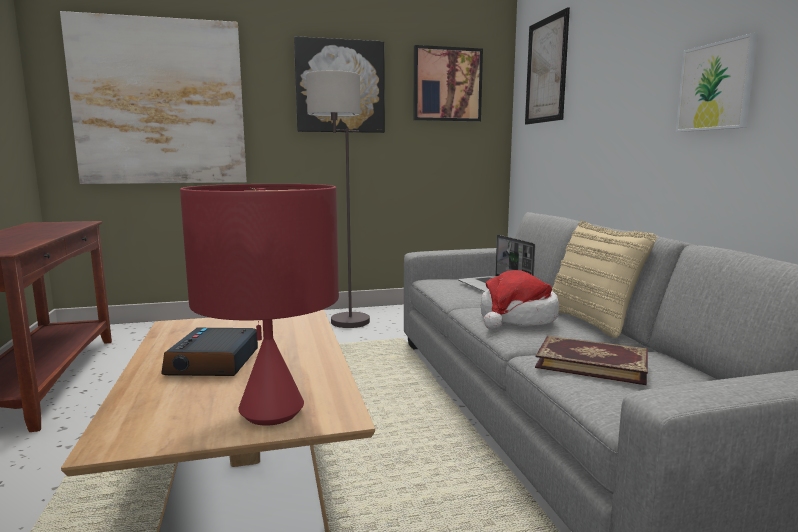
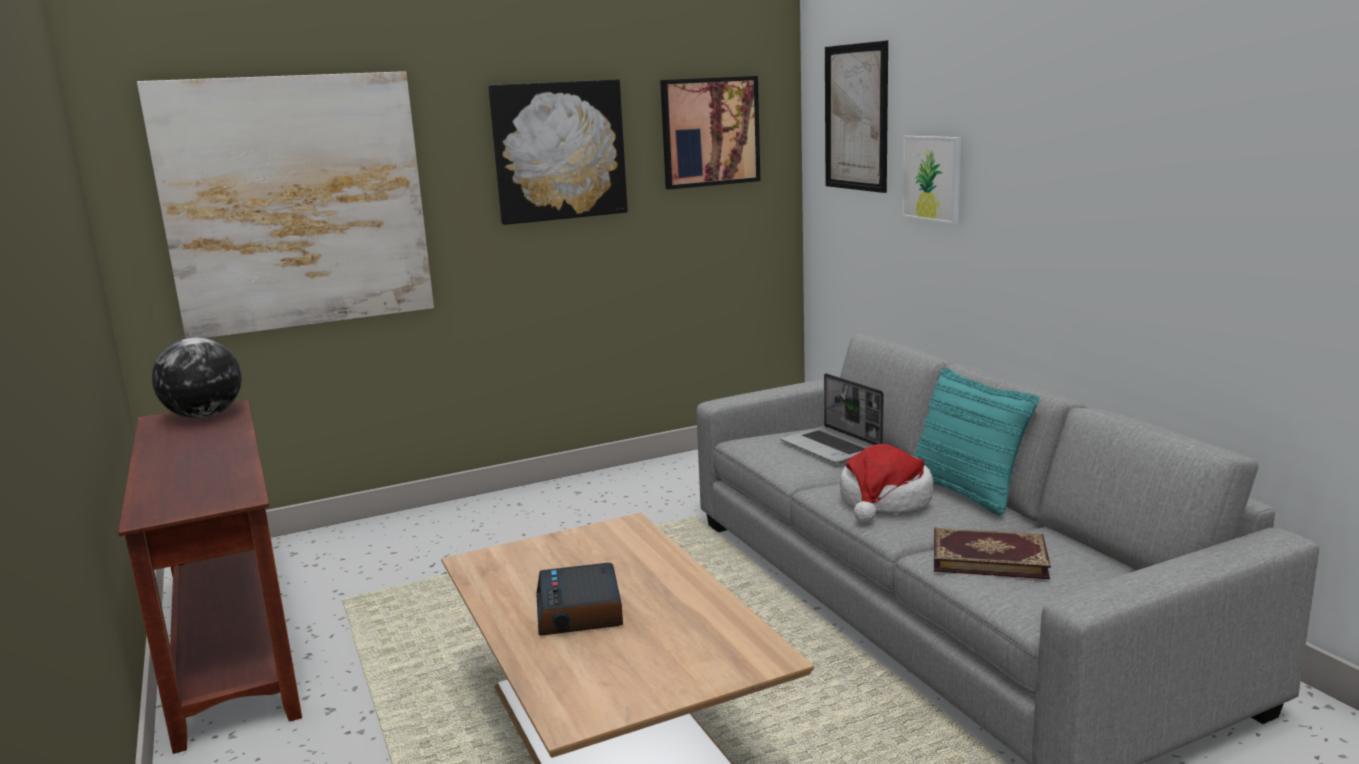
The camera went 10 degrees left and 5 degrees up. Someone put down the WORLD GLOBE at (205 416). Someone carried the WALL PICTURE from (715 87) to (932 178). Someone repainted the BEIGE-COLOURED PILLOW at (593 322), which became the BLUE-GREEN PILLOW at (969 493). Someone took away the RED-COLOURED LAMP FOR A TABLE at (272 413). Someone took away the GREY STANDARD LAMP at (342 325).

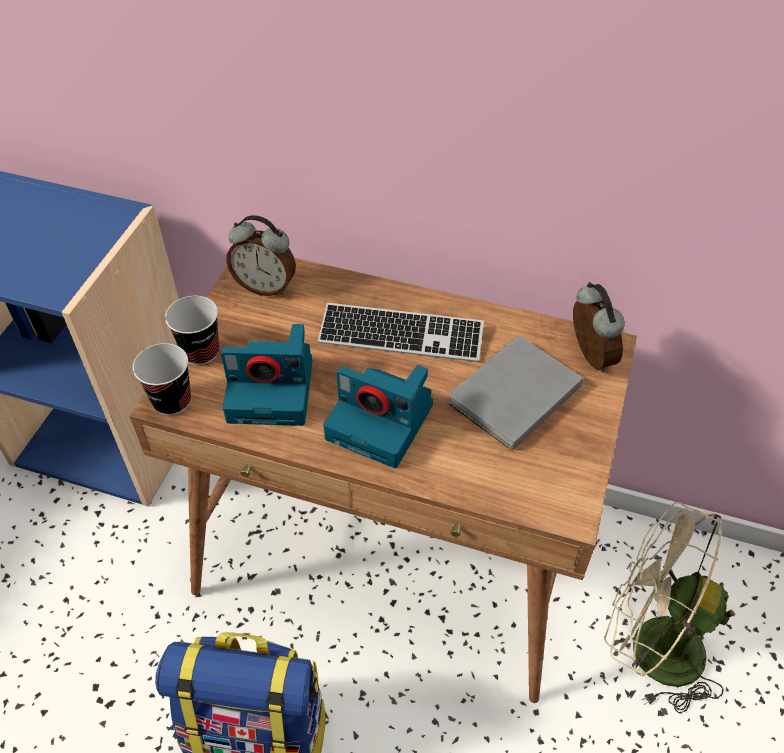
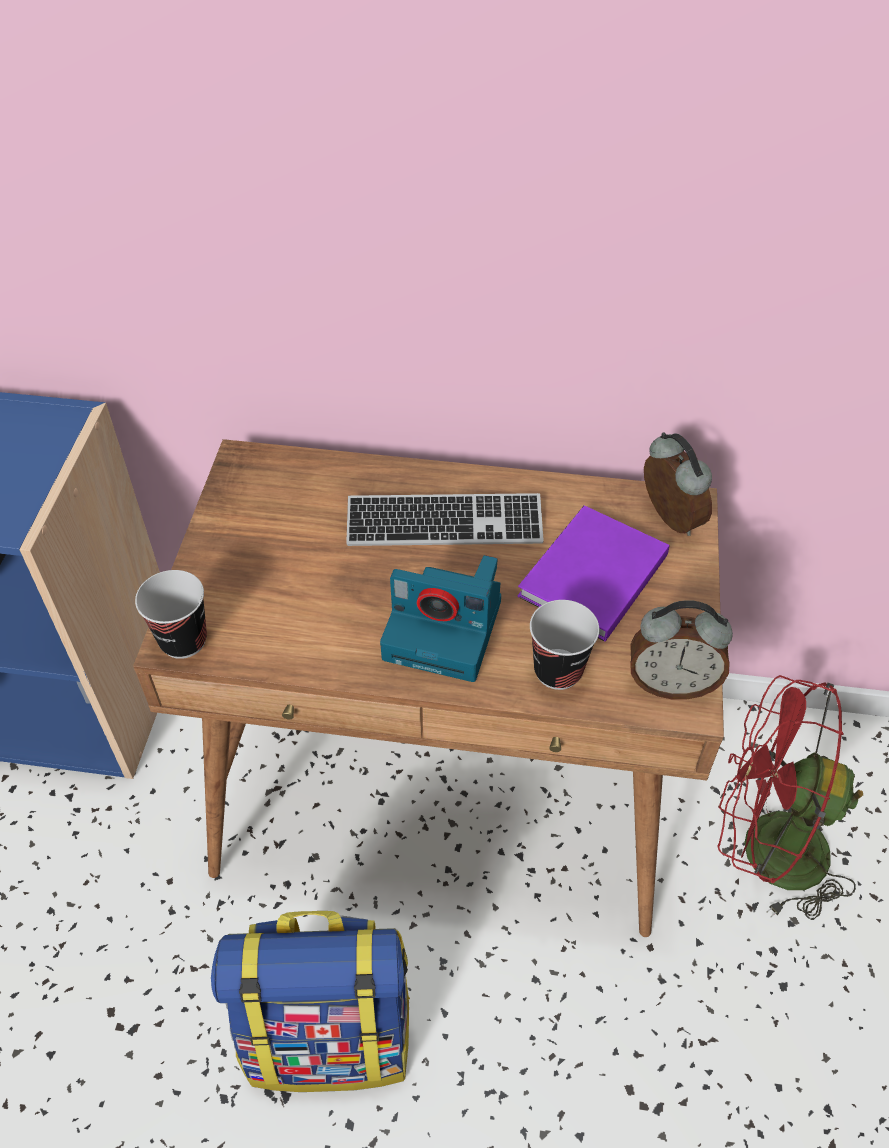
The camera went 10 degrees left and 0 degrees up. Someone repainted the GREY BOUND BOOK at (511 395), which became the PURPLE BOUND BOOK at (589 577). Someone carried the DRINKING CUP from (201 352) to (558 671). Someone carried the ALARM CLOCK from (265 286) to (671 683). Someone repainted the BEIGE-COLOURED FAN at (650 647), which became the RED-COLOURED FAN at (764 850). Someone took away the STILL CAMERA at (273 390).

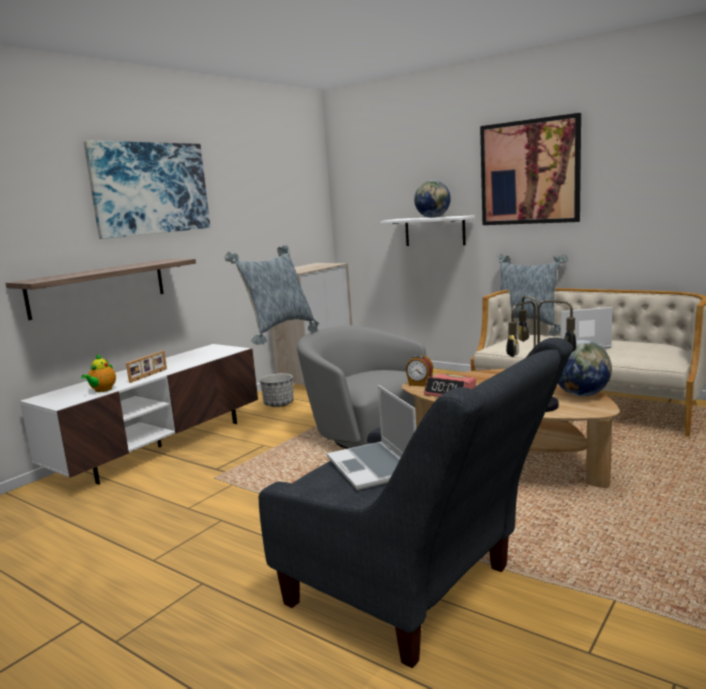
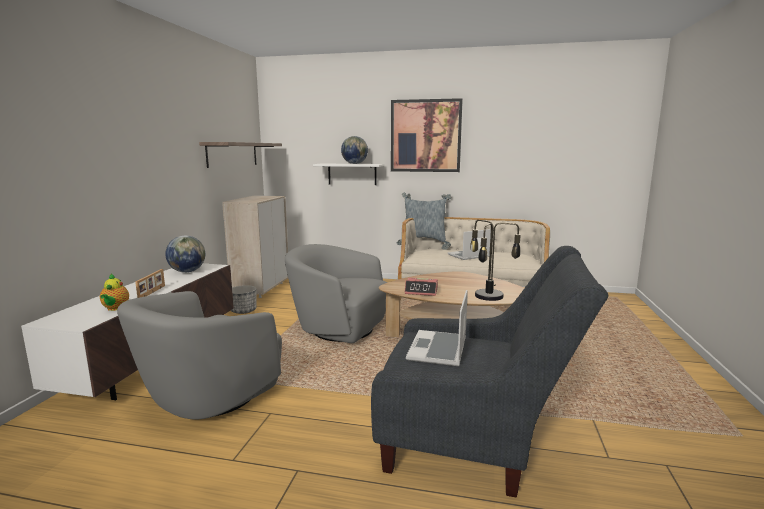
The camera went 25 degrees left and 0 degrees up. Someone put down the GREY ARMCHAIR at (208 398). Someone carried the WORLD GLOBE from (581 395) to (187 271). Someone carried the BRACKET SHELF from (98 287) to (232 154). Someone rotated the LAPTOP at (373 467) by 60 degrees clockwise. Someone took away the WALL PICTURE at (150 188). Someone took away the PILLOW at (277 338). Someone took away the ALARM CLOCK at (420 384).

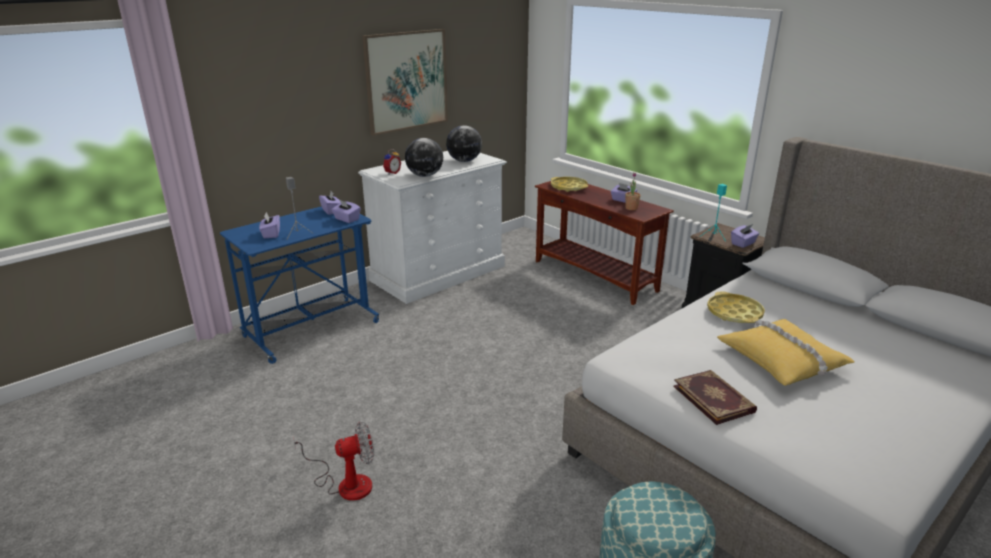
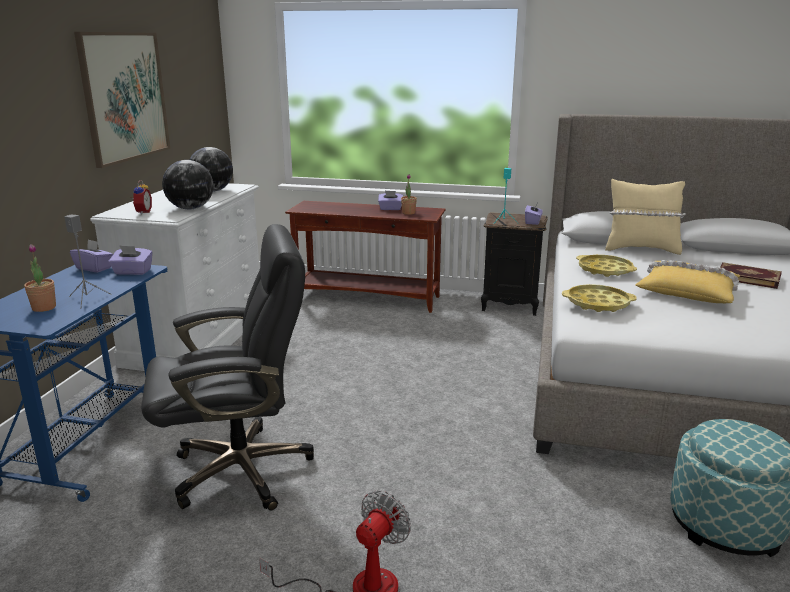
The camera went 35 degrees left and 5 degrees down. Someone swapped the PURPLE TISSUE HOLDER at (271 234) for the POTTED PLANT at (44 308). Someone put down the BLACK-COLOURED COMPUTER CHAIR at (238 471). Someone carried the YELLOW SERVING TRAY from (568 187) to (597 303). Someone put down the BEIGE-COLOURED PILLOW at (641 249). Someone carried the BOUND BOOK from (714 398) to (748 277).

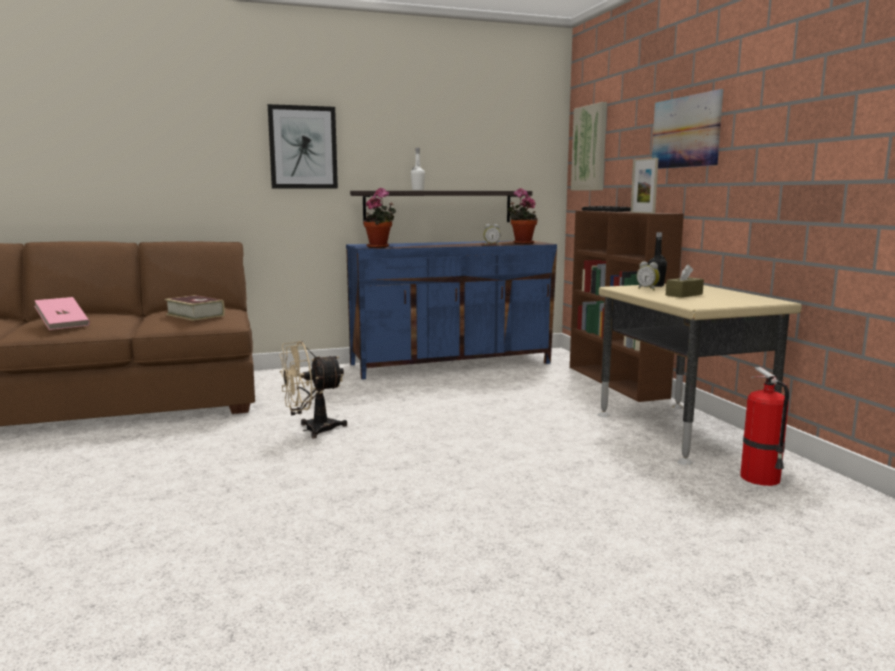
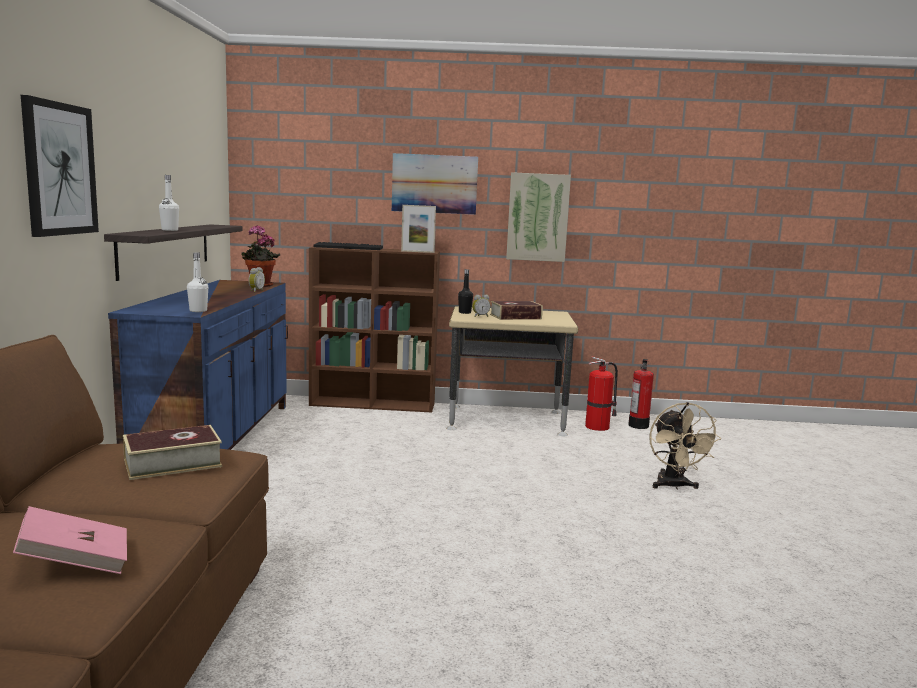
The camera went 70 degrees left and 0 degrees up. Someone swapped the POTTED PLANT at (380 247) for the WHITE DRINK BOTTLE at (198 311). Someone swapped the BROWN TISSUE HOLDER at (684 295) for the BOUND BOOK at (515 317). Someone carried the WALL PICTURE from (590 148) to (537 217). Someone put down the FIRE EXTINGUISHER at (638 425). Someone carried the BEIGE-COLOURED FAN from (312 430) to (674 486).

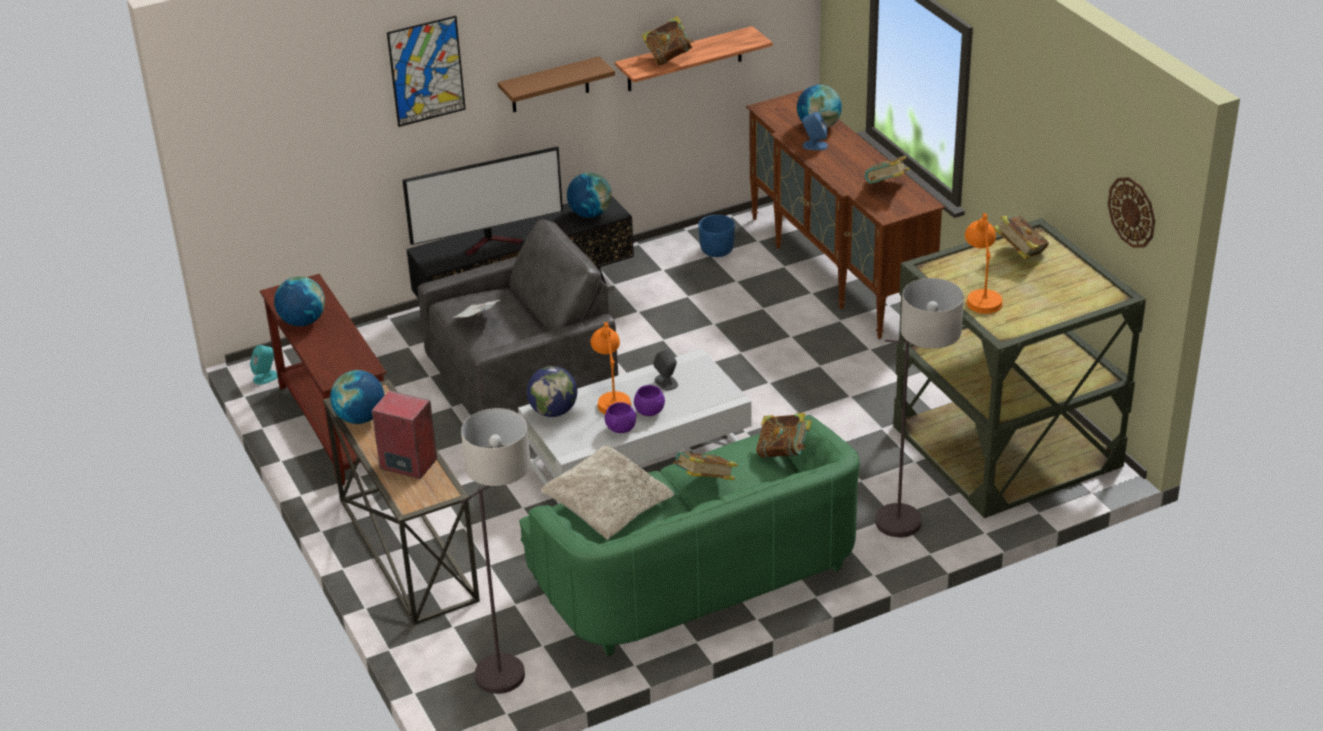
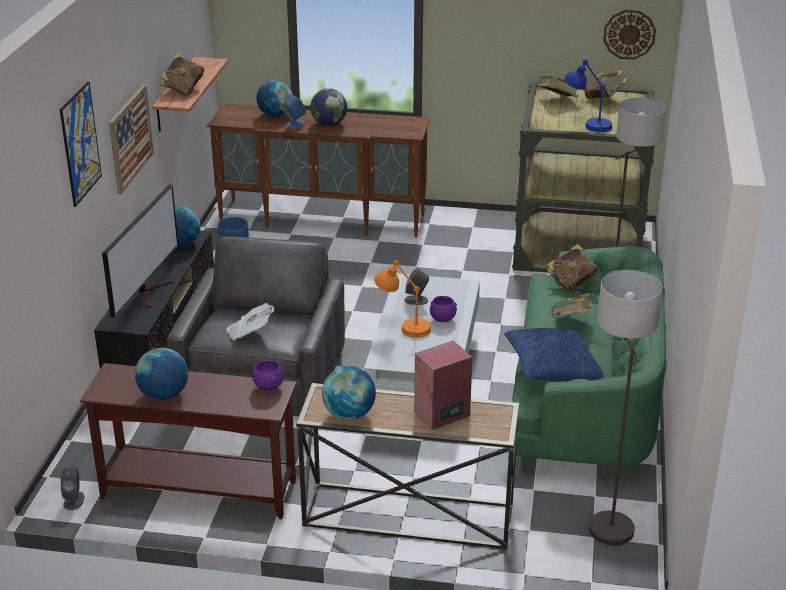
The camera went 55 degrees left and 5 degrees down. Someone repainted the BLUE-GREEN AUDIO SPEAKER at (266 377), which became the GREY AUDIO SPEAKER at (74 500). Someone swapped the BROWN BRACKET SHELF at (550 85) for the WALL PICTURE at (130 138). Someone carried the PURPLE SERVING BOWL from (620 430) to (269 387). Someone carried the WORLD GLOBE from (553 411) to (329 124). Someone repainted the BEIGE-COLOURED PILLOW at (608 505), which became the BLUISH PILLOW at (552 367). Someone repainted the ORANGE-COLOURED LAMP FOR A TABLE at (981 294), which became the BLUISH LAMP FOR A TABLE at (587 124). Someone carried the BOUND BOOK from (886 186) to (604 99).

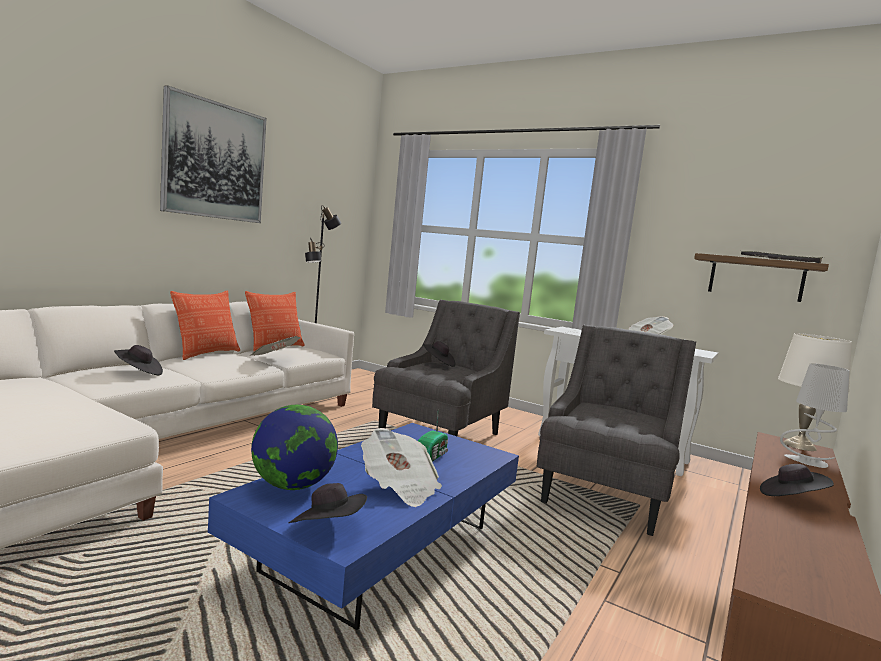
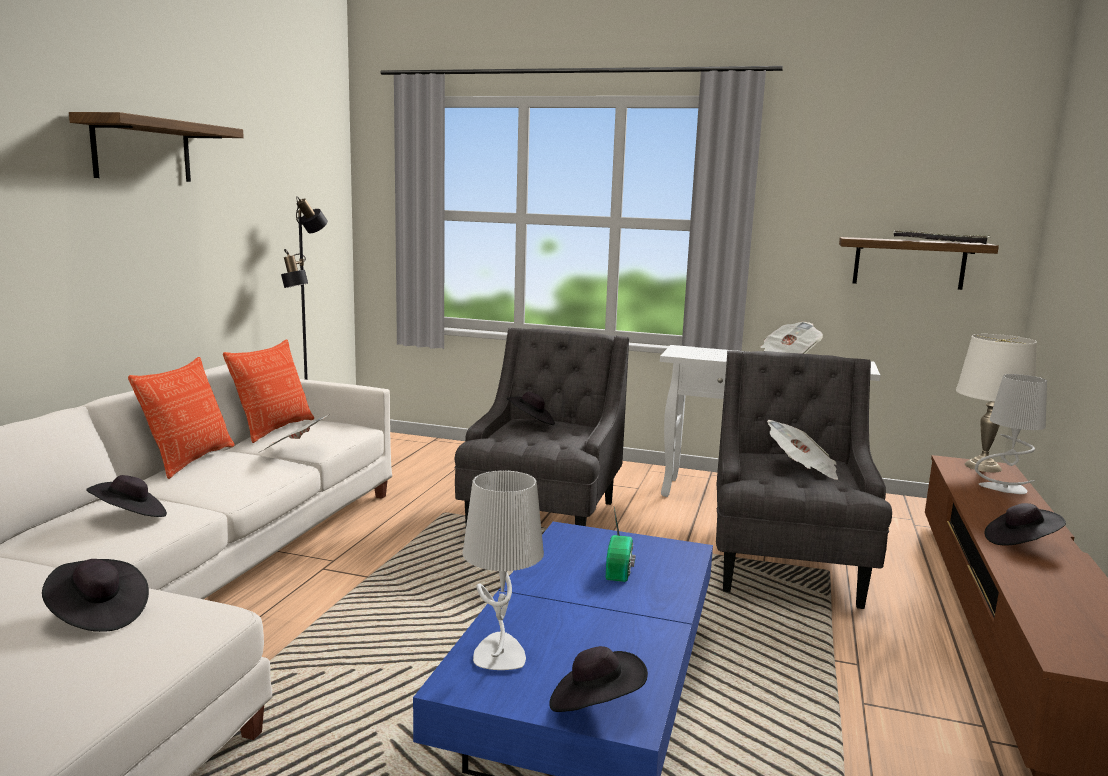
The camera went 15 degrees left and 5 degrees up. Someone put down the BLACK-COLOURED HAT at (97 615). Someone swapped the WALL PICTURE at (215 161) for the BRACKET SHELF at (142 150). Someone swapped the WORLD GLOBE at (292 486) for the GREY LAMP FOR A TABLE at (498 654). Someone carried the PRINTED PAPER from (399 487) to (802 469).

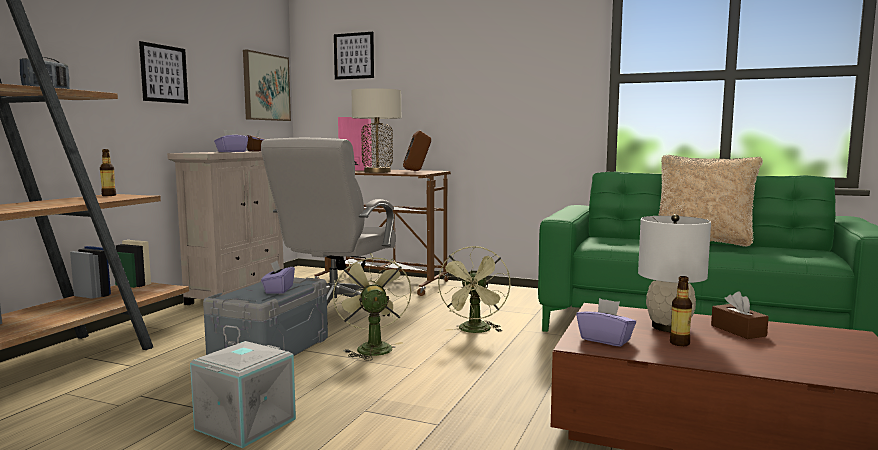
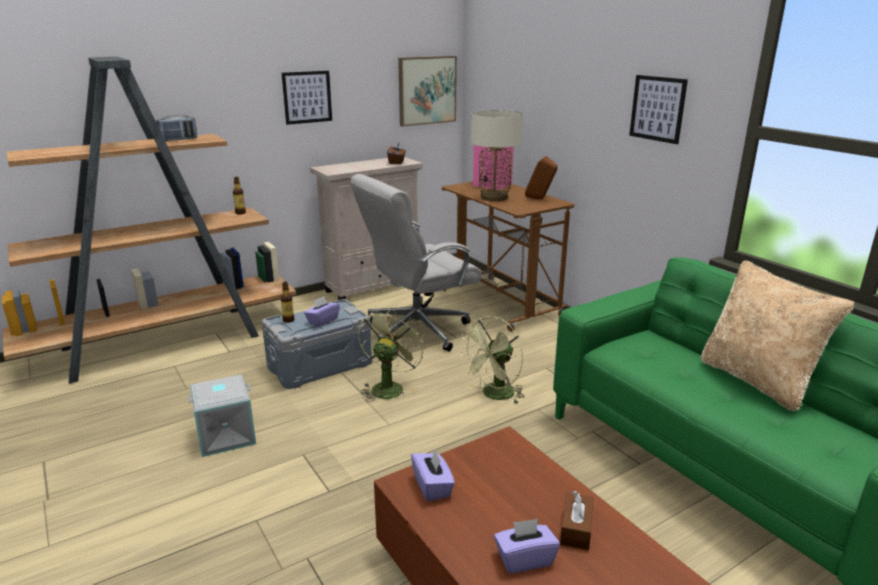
The camera went 35 degrees right and 15 degrees up. Someone carried the DRINK BOTTLE from (679 343) to (288 320). Someone carried the PURPLE TISSUE HOLDER from (231 152) to (524 559). Someone carried the WALL PICTURE from (354 56) to (657 108). Someone took away the WHITE LAMP FOR A TABLE at (668 327).

